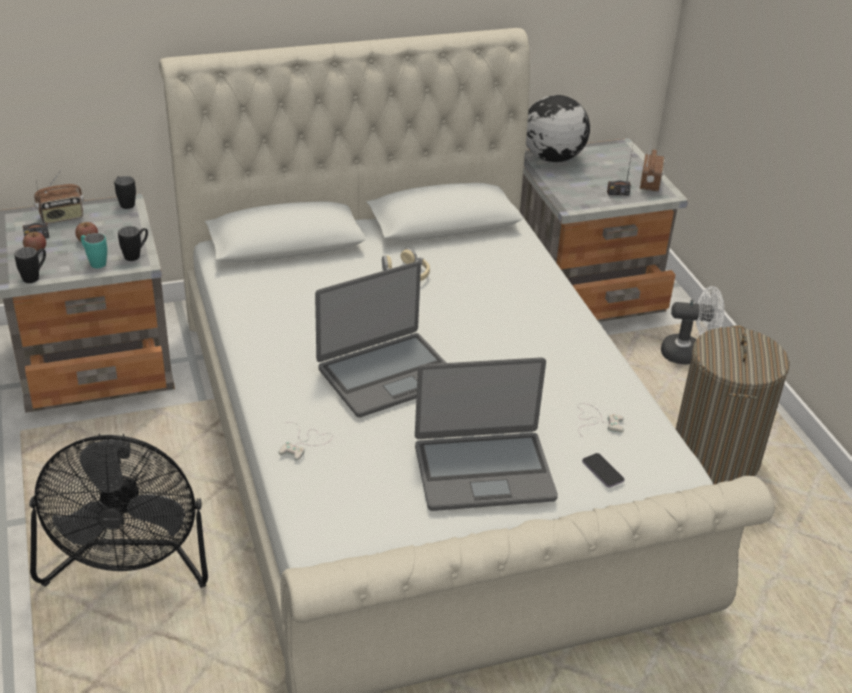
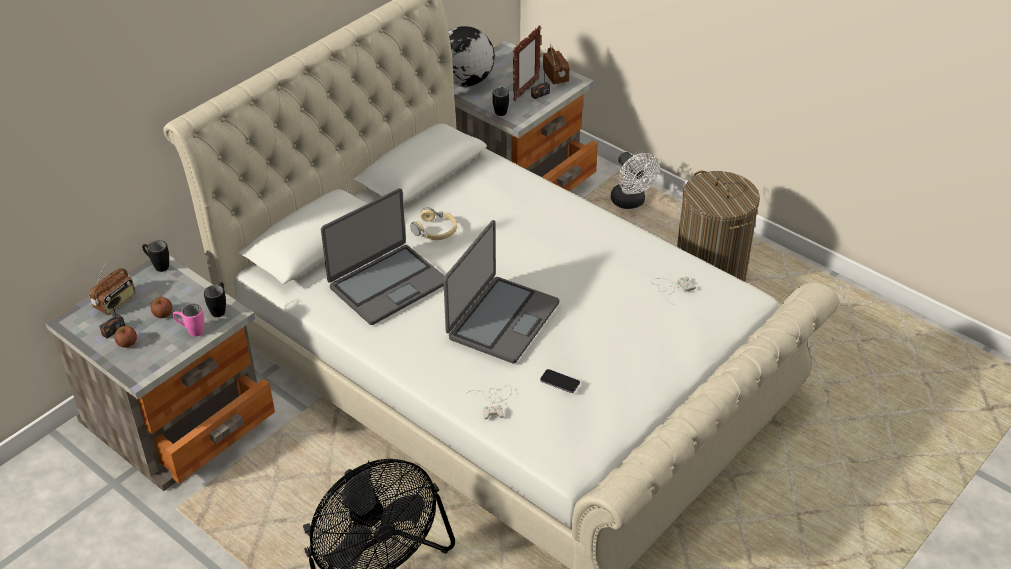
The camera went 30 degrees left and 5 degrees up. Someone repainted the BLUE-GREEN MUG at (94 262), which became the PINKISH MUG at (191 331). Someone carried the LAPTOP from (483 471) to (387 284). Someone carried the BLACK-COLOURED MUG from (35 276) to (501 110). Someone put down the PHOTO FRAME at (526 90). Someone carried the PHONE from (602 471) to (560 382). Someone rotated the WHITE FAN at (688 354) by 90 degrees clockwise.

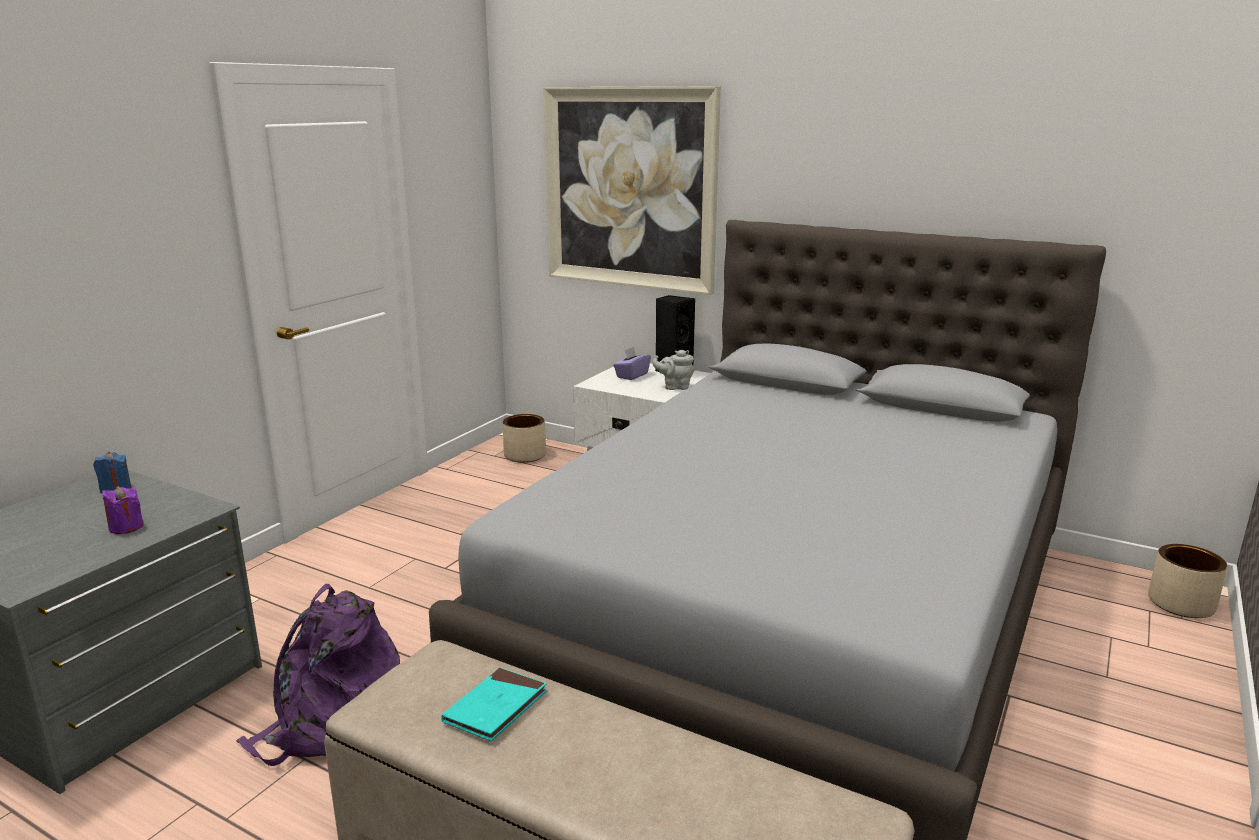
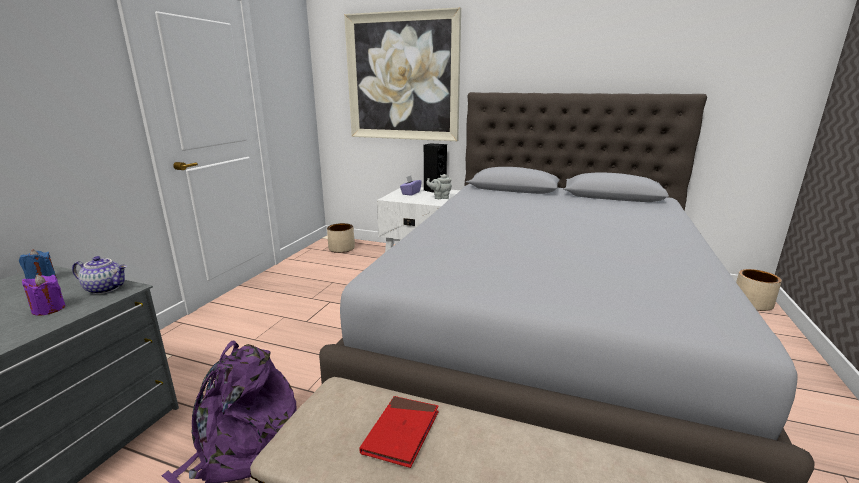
The camera went 10 degrees left and 0 degrees up. Someone put down the TEAPOT at (106 288). Someone repainted the BLUE-GREEN BOUND BOOK at (496 708), which became the RED-COLOURED BOUND BOOK at (401 433).

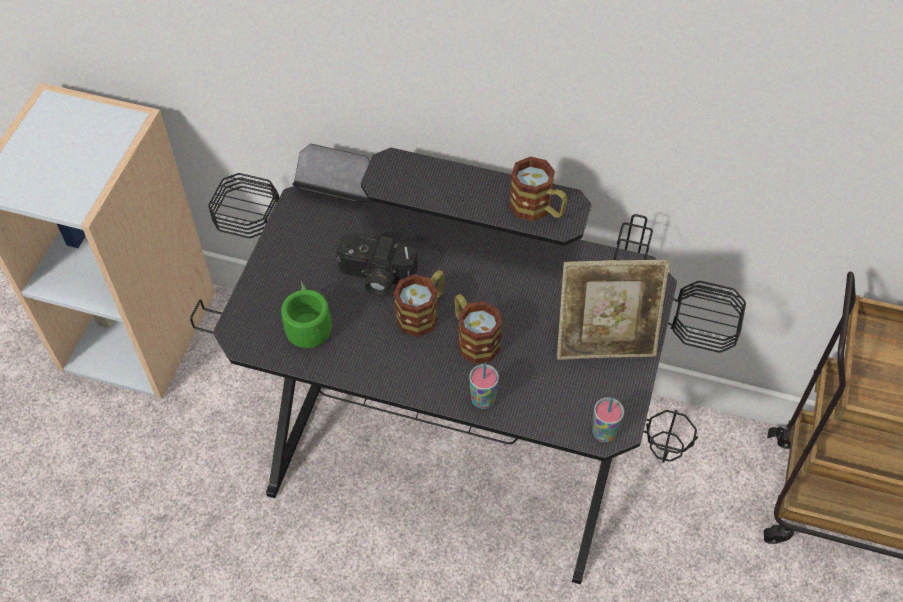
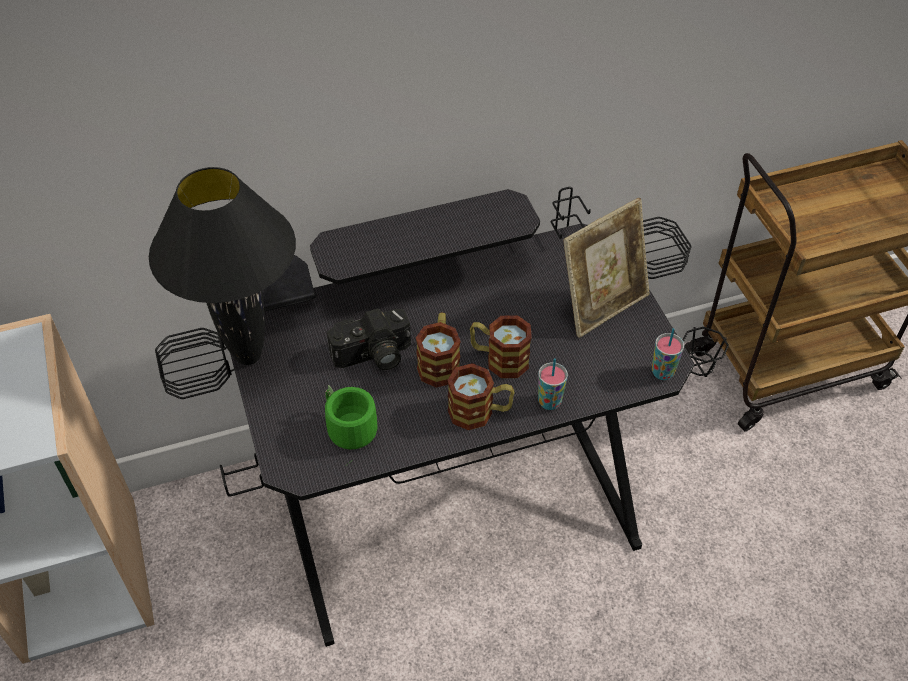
The camera went 35 degrees left and 5 degrees down. Someone put down the BLACK-COLOURED LAMP FOR A TABLE at (248 354). Someone carried the MUG from (538 209) to (480 412).

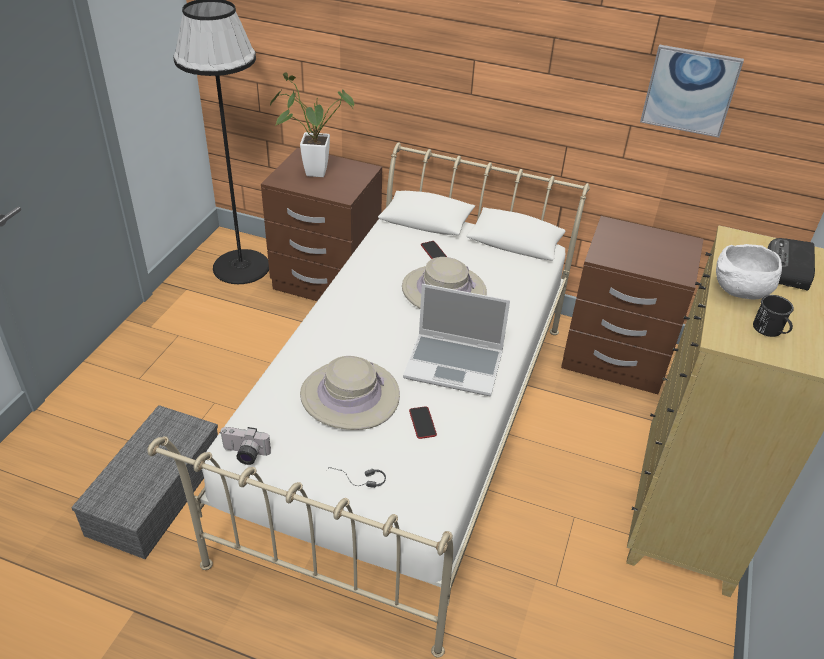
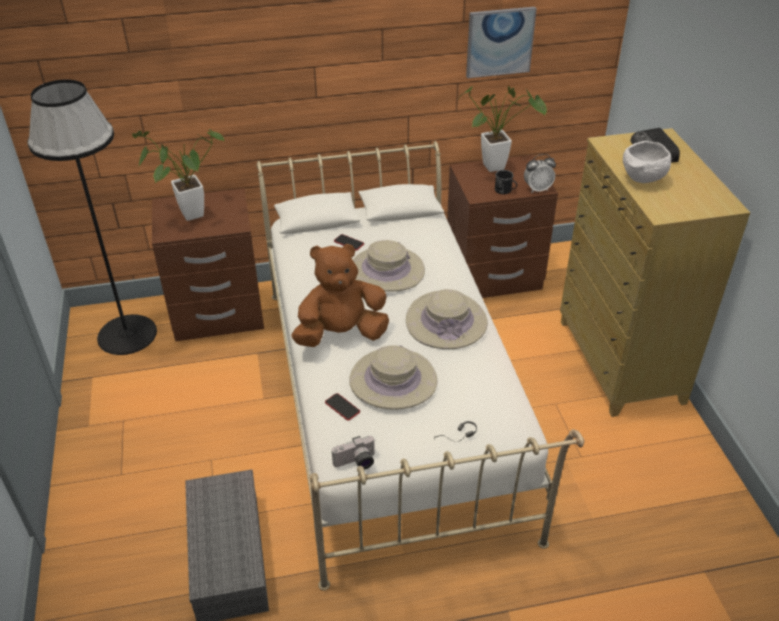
The camera went 30 degrees left and 0 degrees up. Someone put down the BROWN CUDDLY TOY at (341 334). Someone carried the PHONE from (422 423) to (342 407). Someone swapped the LAPTOP at (455 365) for the BEIGE-COLOURED HAT at (446 322). Someone put down the POTTED PLANT at (498 166). Someone carried the BLACK-COLOURED MUG from (770 331) to (505 191). Someone put down the ALARM CLOCK at (537 189).

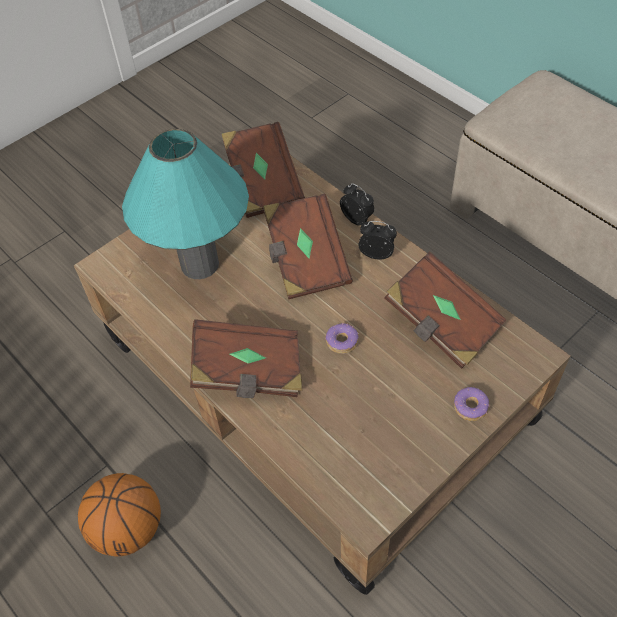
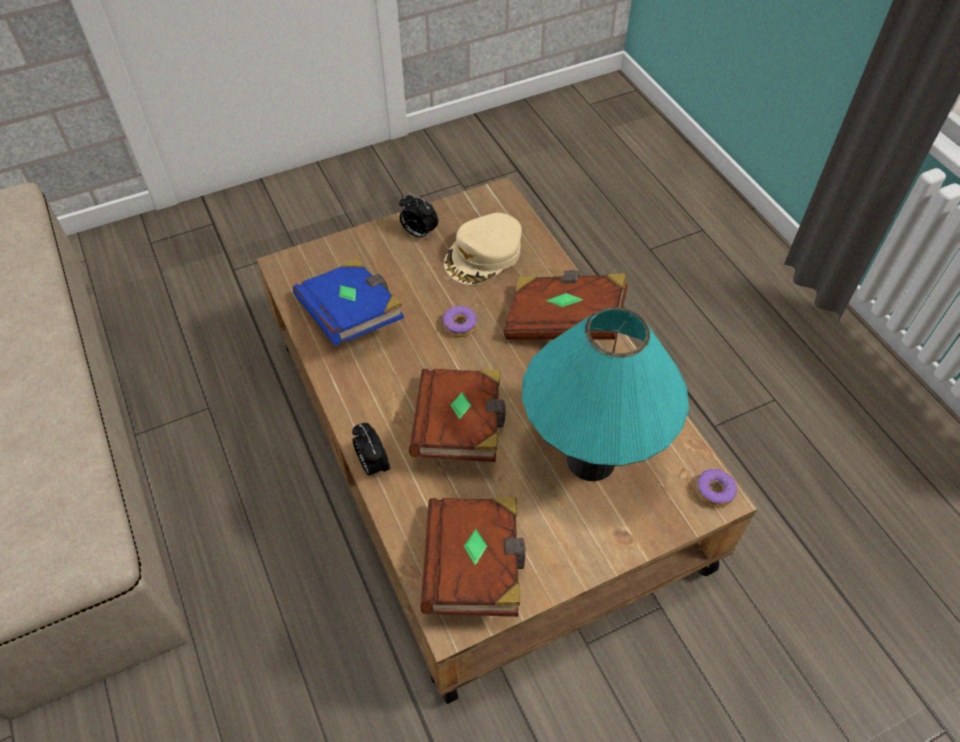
The camera went 165 degrees left and 0 degrees up. Someone repainted the BROWN BOUND BOOK at (441 323), which became the BLUISH BOUND BOOK at (352 316). Someone carried the ALARM CLOCK from (377 254) to (418 233). Someone put down the BEIGE-COLOURED PEAKED CAP at (484 255). Someone carried the DOUGHNUT from (470 407) to (714 491). Someone took away the BASKETBALL BALL at (128 529).

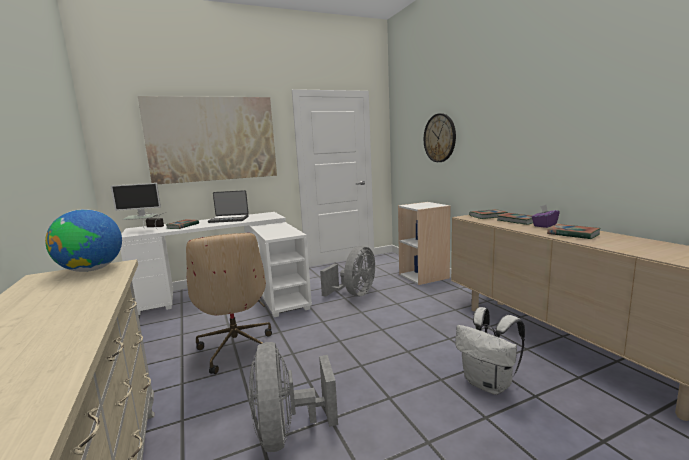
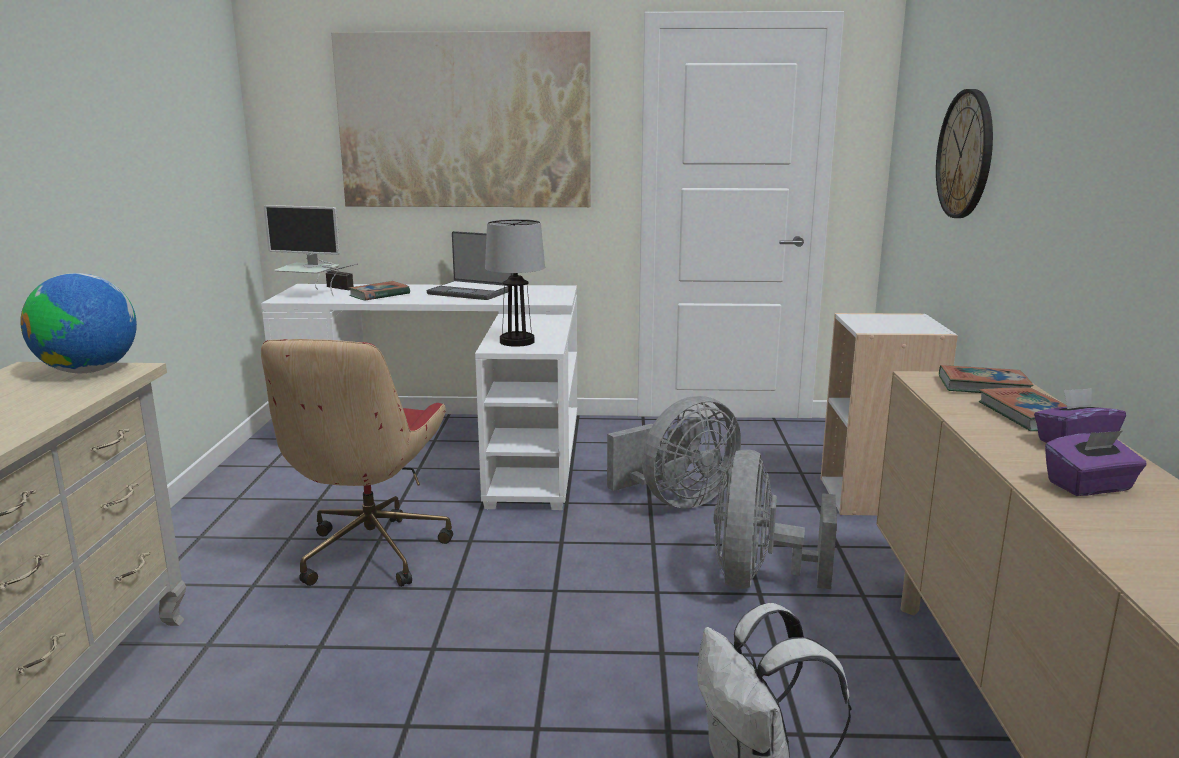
The camera went 25 degrees right and 5 degrees up. Someone put down the LAMP FOR A TABLE at (516 342). Someone carried the GREY FAN from (288 431) to (758 579). Someone swapped the BOUND BOOK at (573 234) for the PURPLE TISSUE HOLDER at (1089 487).

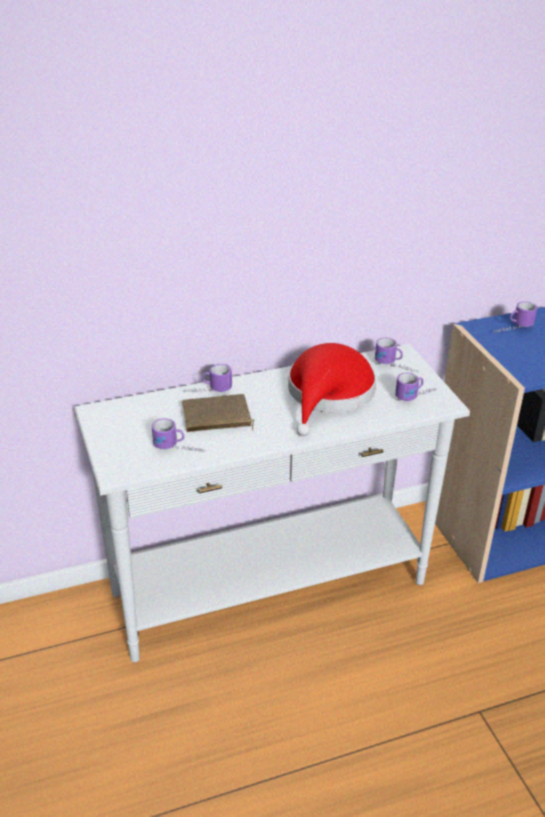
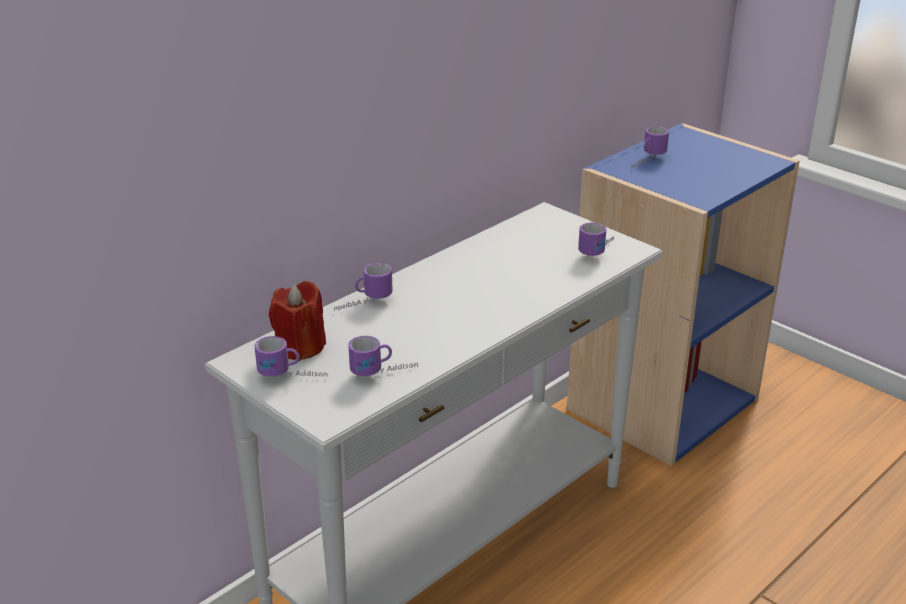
The camera went 25 degrees left and 5 degrees down. Someone carried the MUG from (396 367) to (292 377). Someone put down the RED-COLOURED WAX CANDLE at (300 347). Someone took away the BROWN BOUND BOOK at (216 418). Someone took away the RED-COLOURED HAT at (328 395).

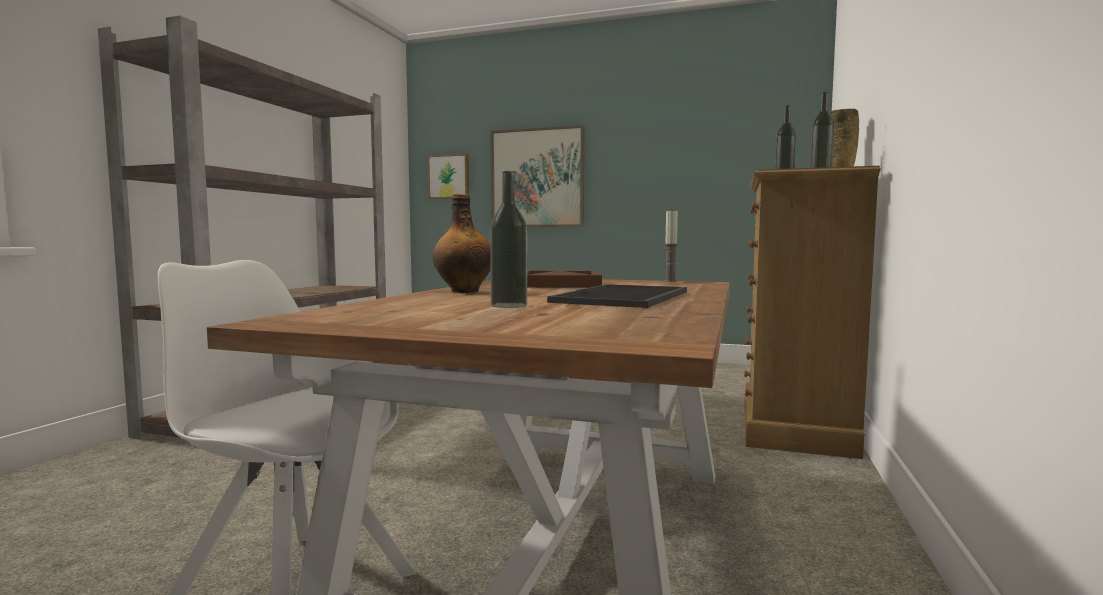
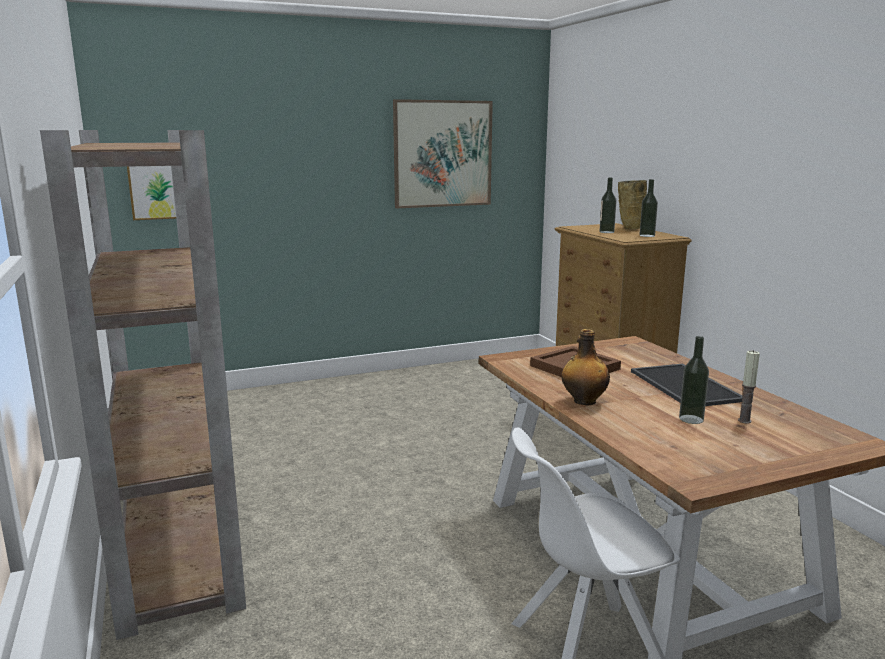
The camera went 40 degrees left and 10 degrees up. Someone carried the WALL PICTURE from (537 178) to (442 154). Someone carried the WAX CANDLE from (670 281) to (744 421).

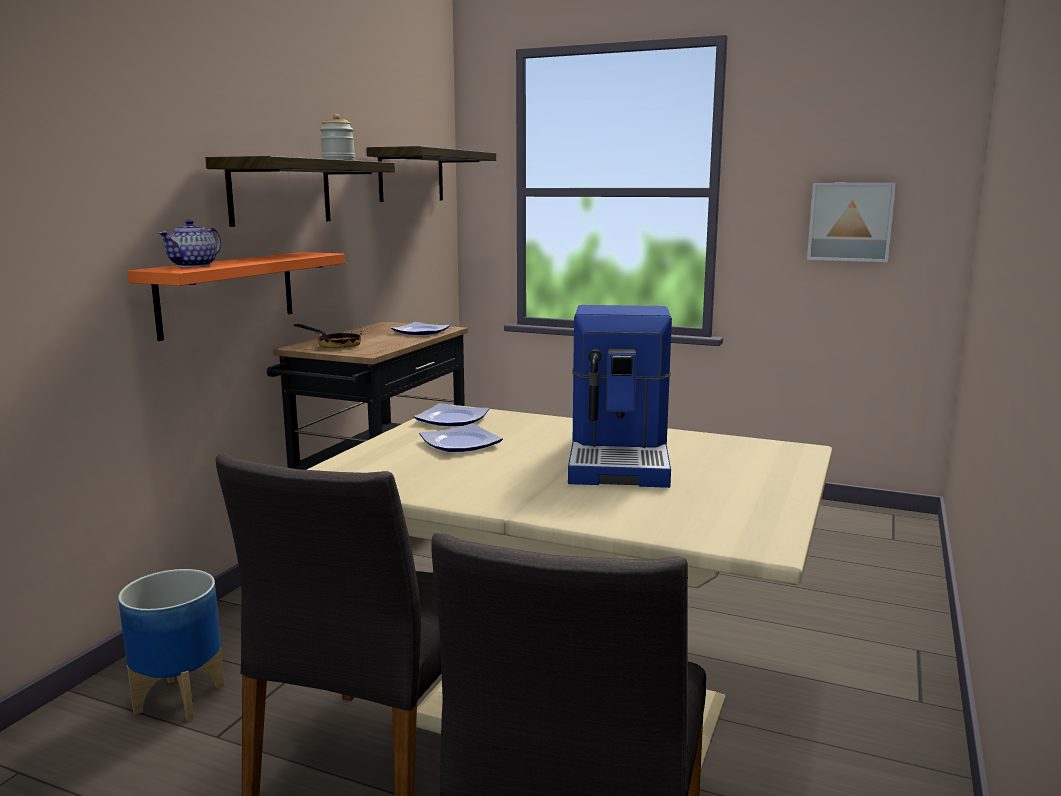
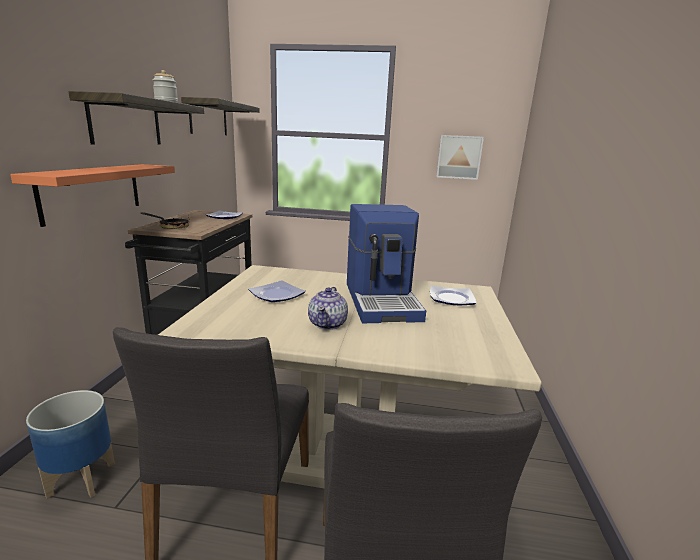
The camera went 15 degrees left and 5 degrees up. Someone carried the TEAPOT from (194 265) to (328 324). Someone carried the FLAT DISH from (452 420) to (452 299).

